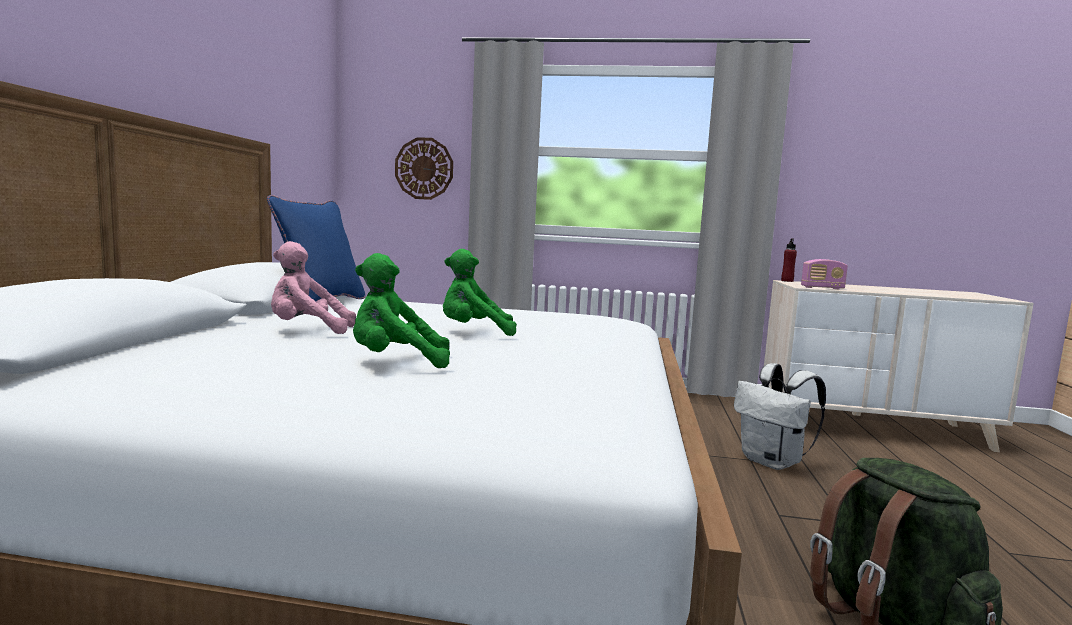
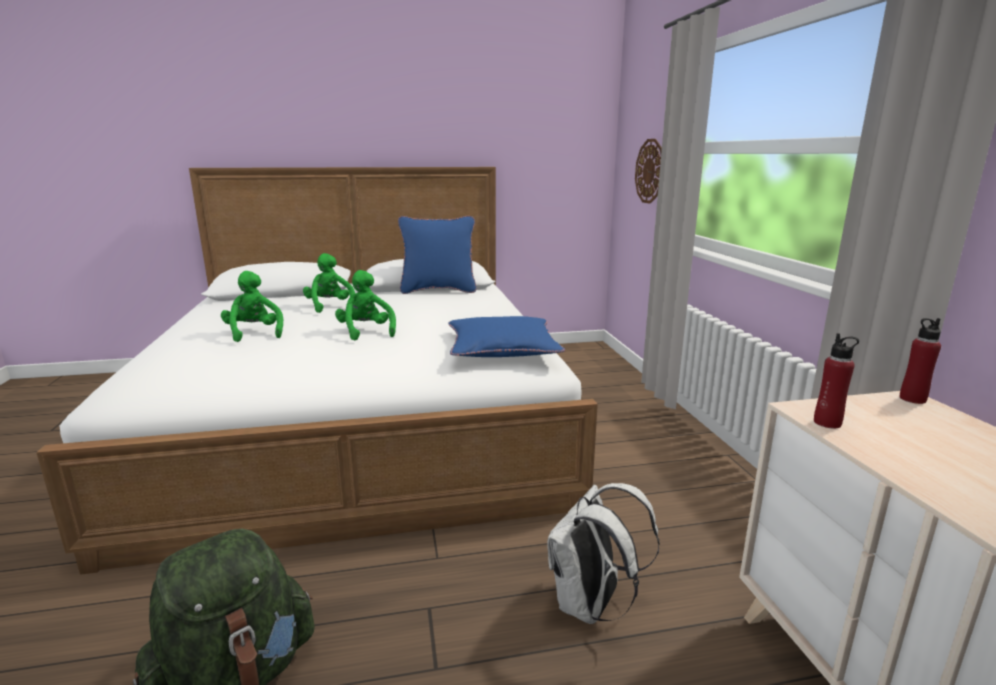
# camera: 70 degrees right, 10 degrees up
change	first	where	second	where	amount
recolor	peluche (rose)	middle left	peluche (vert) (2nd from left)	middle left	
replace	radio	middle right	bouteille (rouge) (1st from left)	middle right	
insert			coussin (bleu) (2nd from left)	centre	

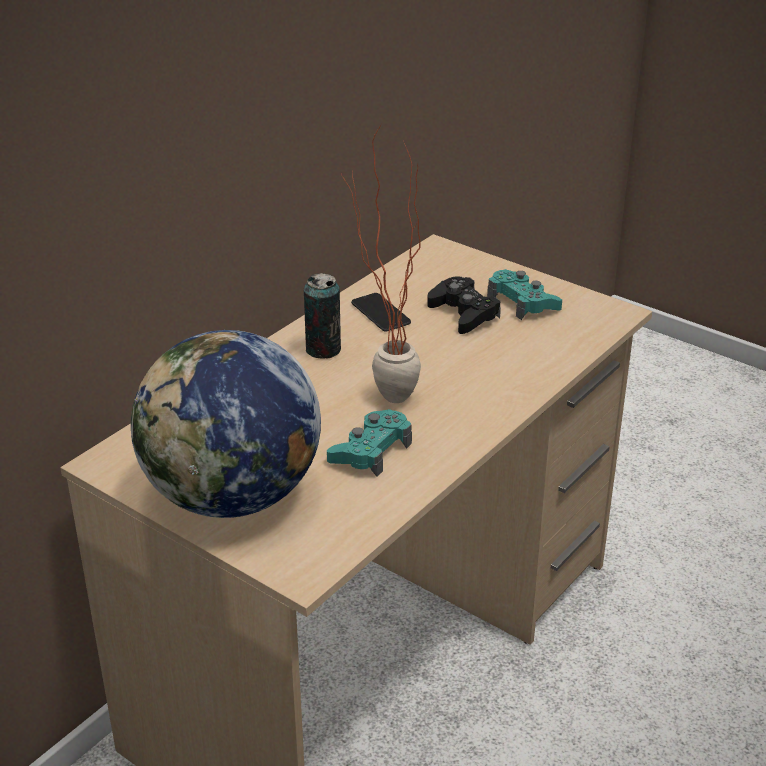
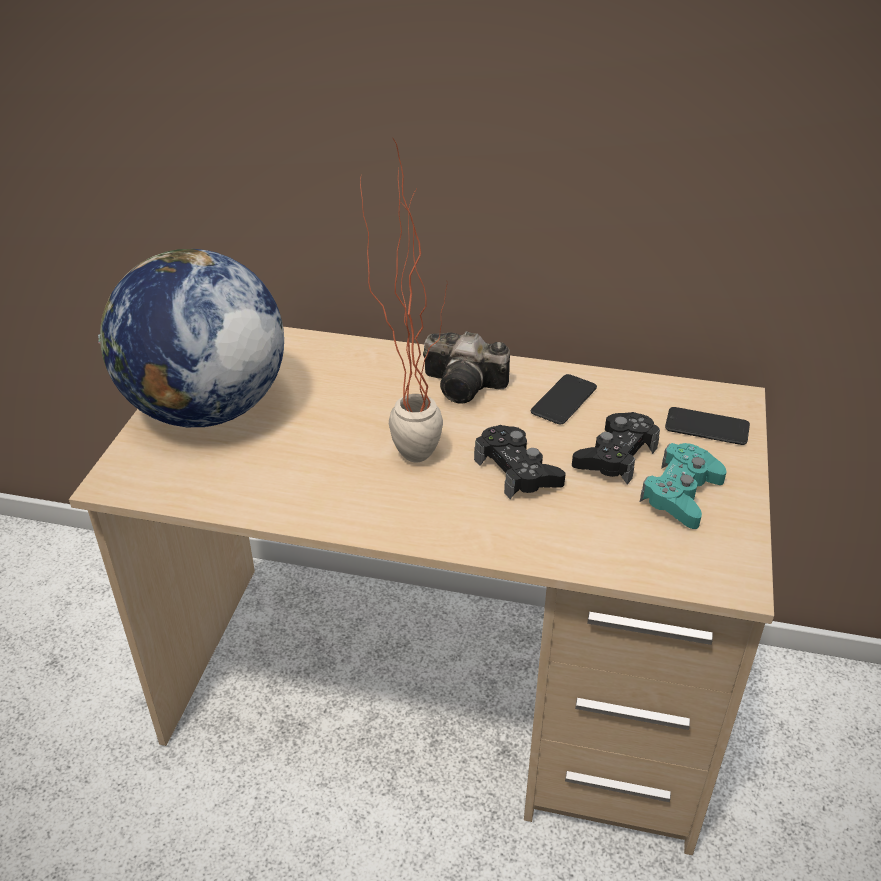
# camera: 65 degrees right, 5 degrees up
change	first	where	second	where	amount
replace	boîte métallique	centre	appareil photo	centre	
delete	manette (turquoise) (1st from left)	centre			
insert			téléphone (2nd from left)	middle right	
insert			manette (noir) (1st from left)	centre	

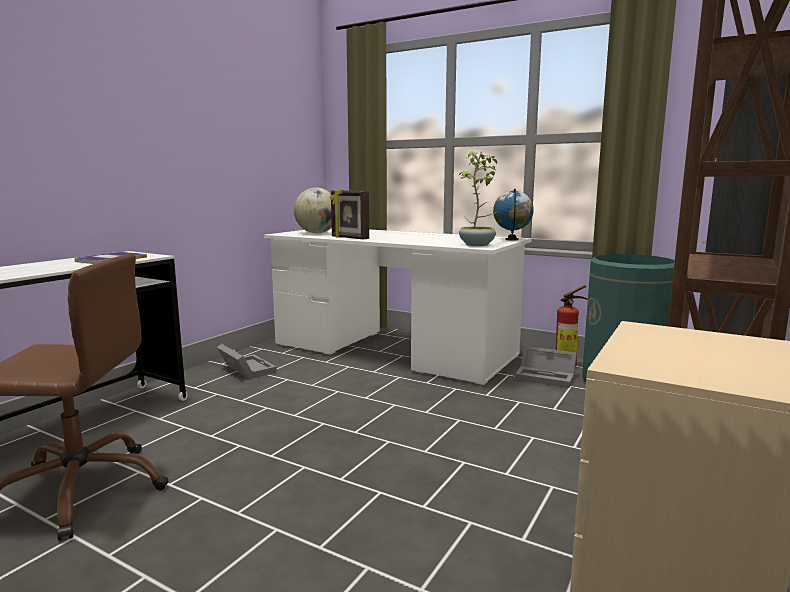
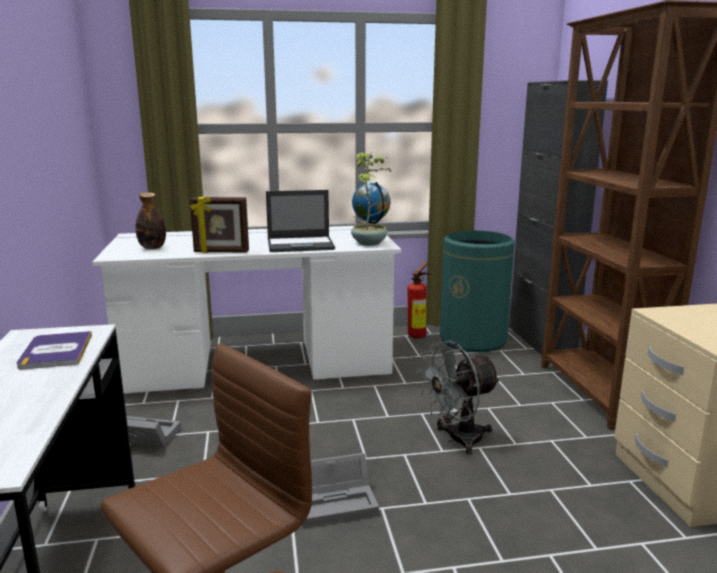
# camera: 40 degrees left, 5 degrees up
change	first	where	second	where	amount
replace	globe (1st from left)	centre	bouteille	middle left	
move	boîte de rangement (gris) (2nd from left)	middle right		bottom centre	
insert			ordinateur portable	centre	
insert			ventilateur (gris)	bottom centre	

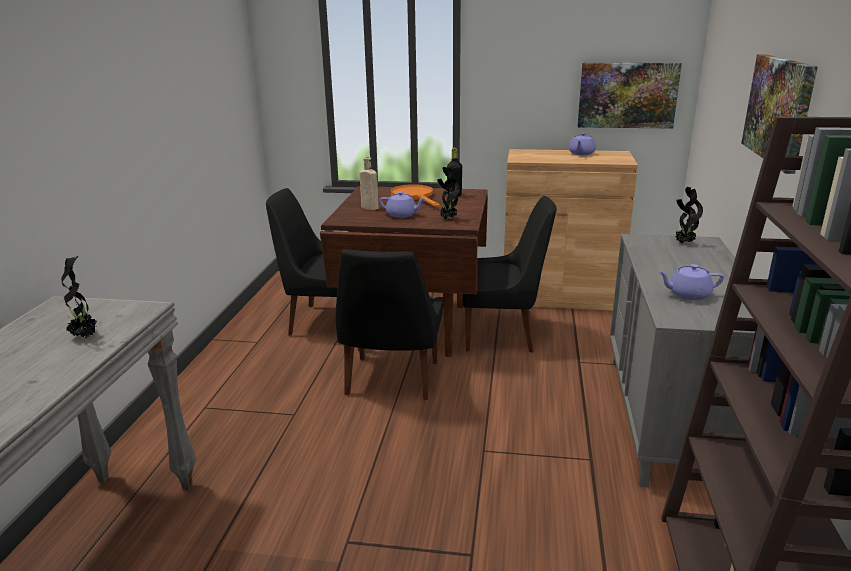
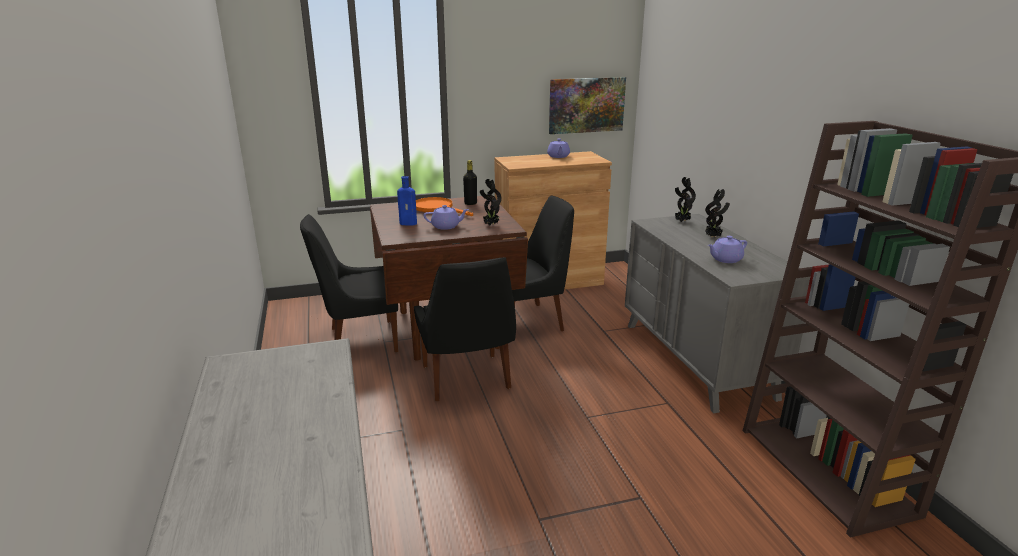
# camera: 25 degrees left, 0 degrees up
change	first	where	second	where	amount
delete	tableau (2nd from left)	top right			
recolor	bouteille (beige)	top centre	bouteille (bleu)	centre	
move	plante en pot (1st from left in the first image)	middle left	plante en pot (3rd from left)	middle right	

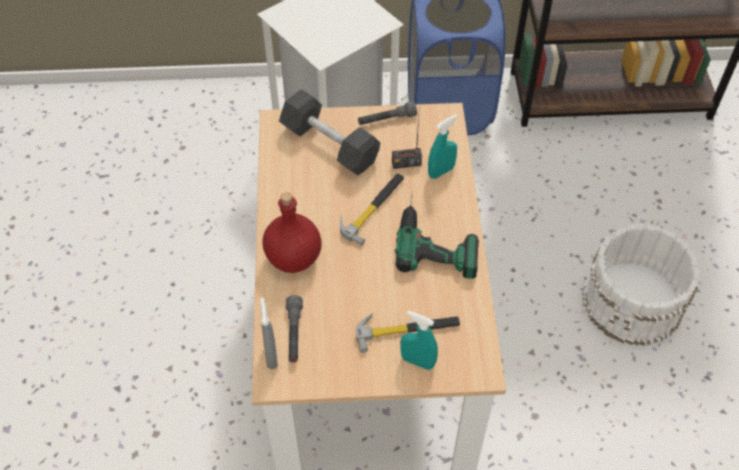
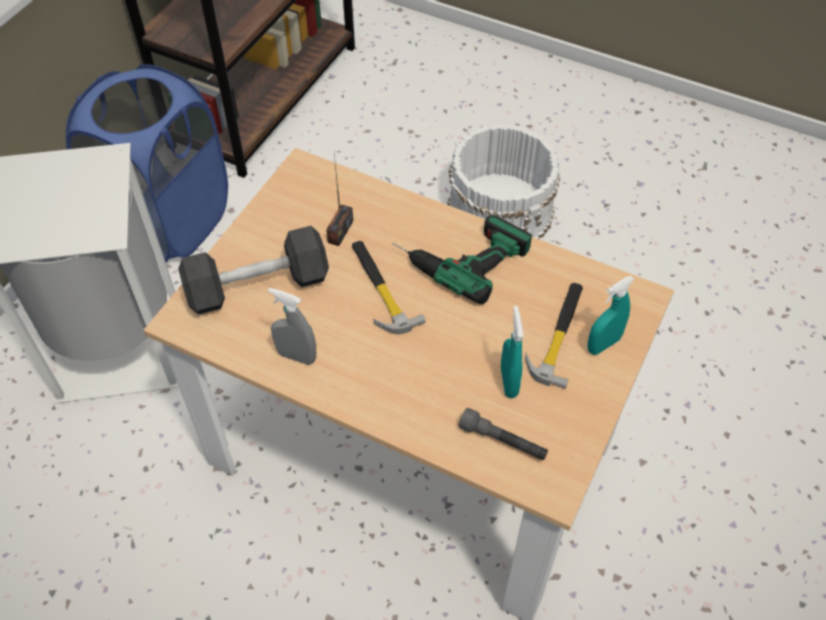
# camera: 60 degrees left, 0 degrees up
change	first	where	second	where	amount
delete	lampe de poche (gris) (2nd from left)	top centre			
move	vaporisateur (turquoise) (2nd from left in the first image)	top centre	vaporisateur (turquoise) (1st from left)	centre	
delete	bouteille (rouge)	centre			
move	vaporisateur (gris)	bottom centre		centre	

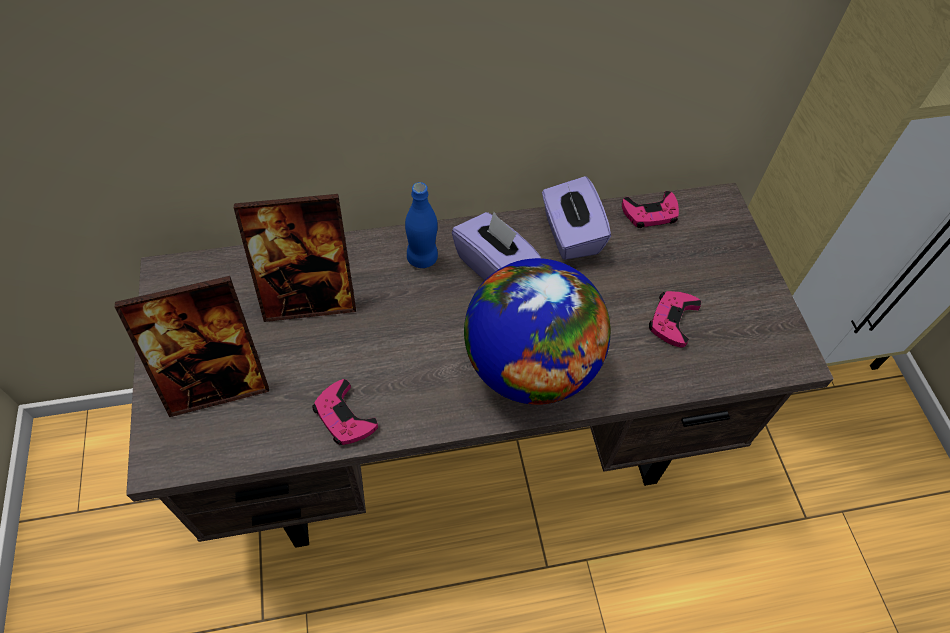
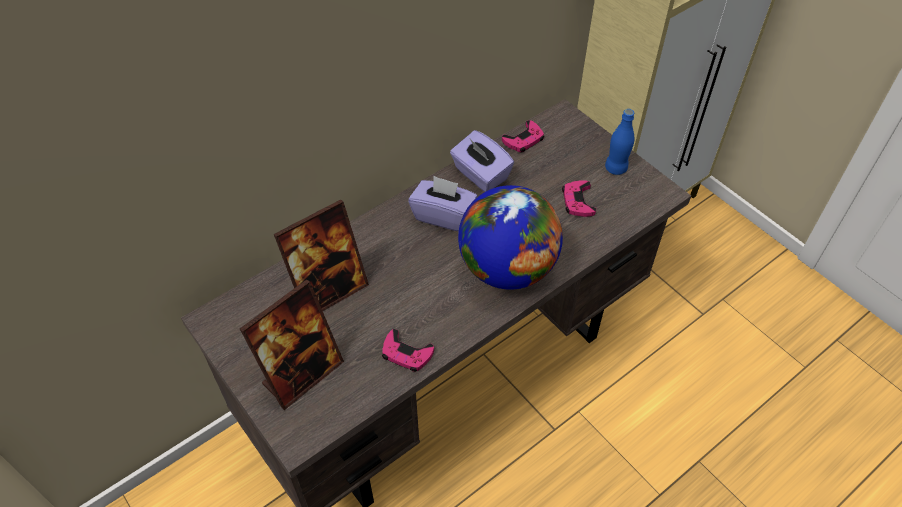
# camera: 25 degrees left, 5 degrees down
change	first	where	second	where	amount
move	bouteille (bleu)	centre		top right	

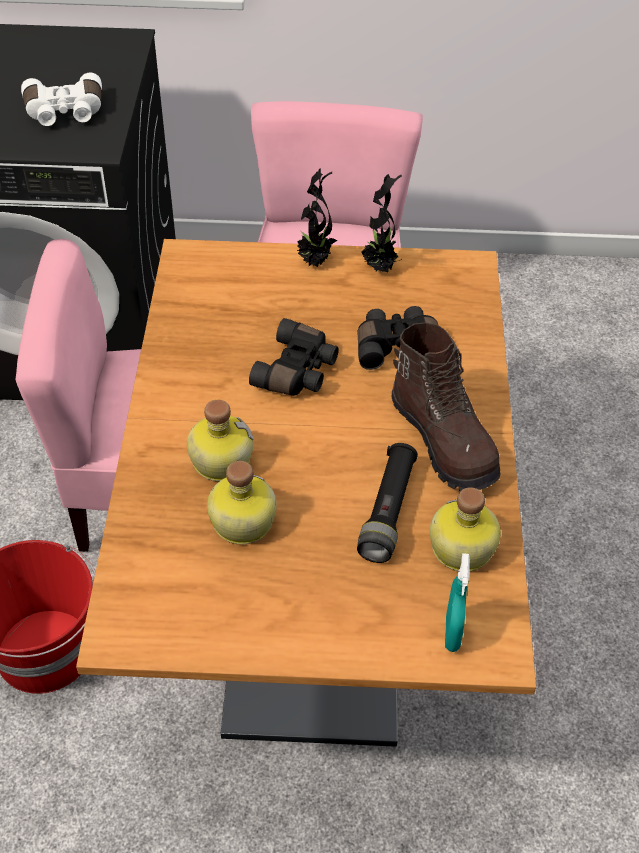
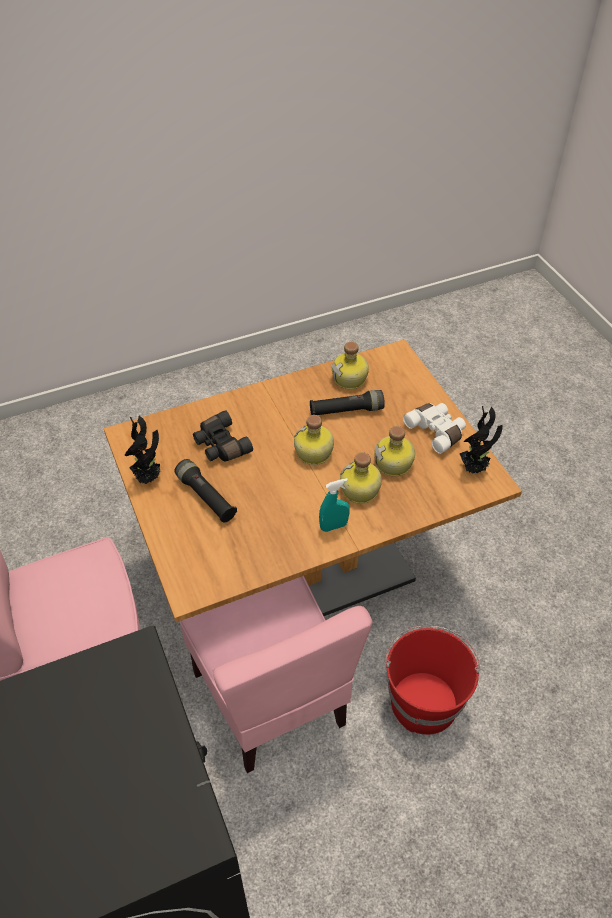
# camera: 115 degrees left, 0 degrees up
change	first	where	second	where	amount
move	jumelles (blanc)	top left		middle right	
move	plante en pot (1st from left in the first image)	top centre	plante en pot (2nd from left)	middle right	
delete	jumelles (noir) (1st from left)	centre			
delete	botte (marron)	middle right			
move	vaporisateur (turquoise)	bottom right		centre	
insert			bouteille (1st from left)	centre	
insert			lampe de poche (noir) (1st from left)	centre	

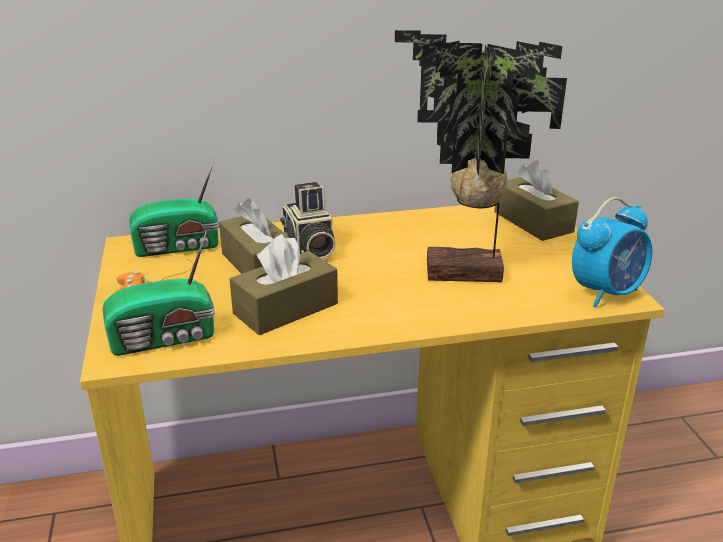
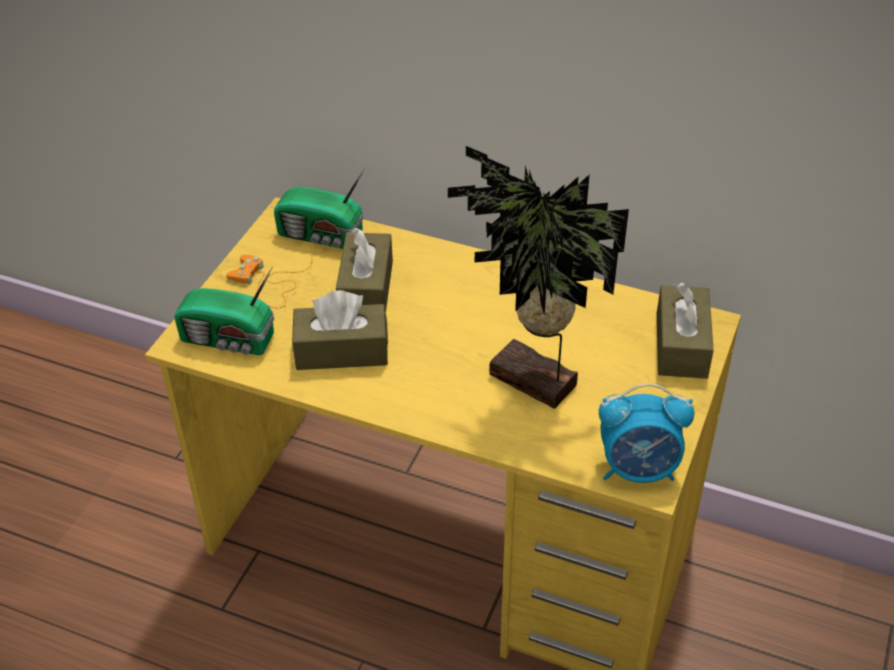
# camera: 35 degrees right, 15 degrees up
change	first	where	second	where	amount
delete	appareil photo	centre			

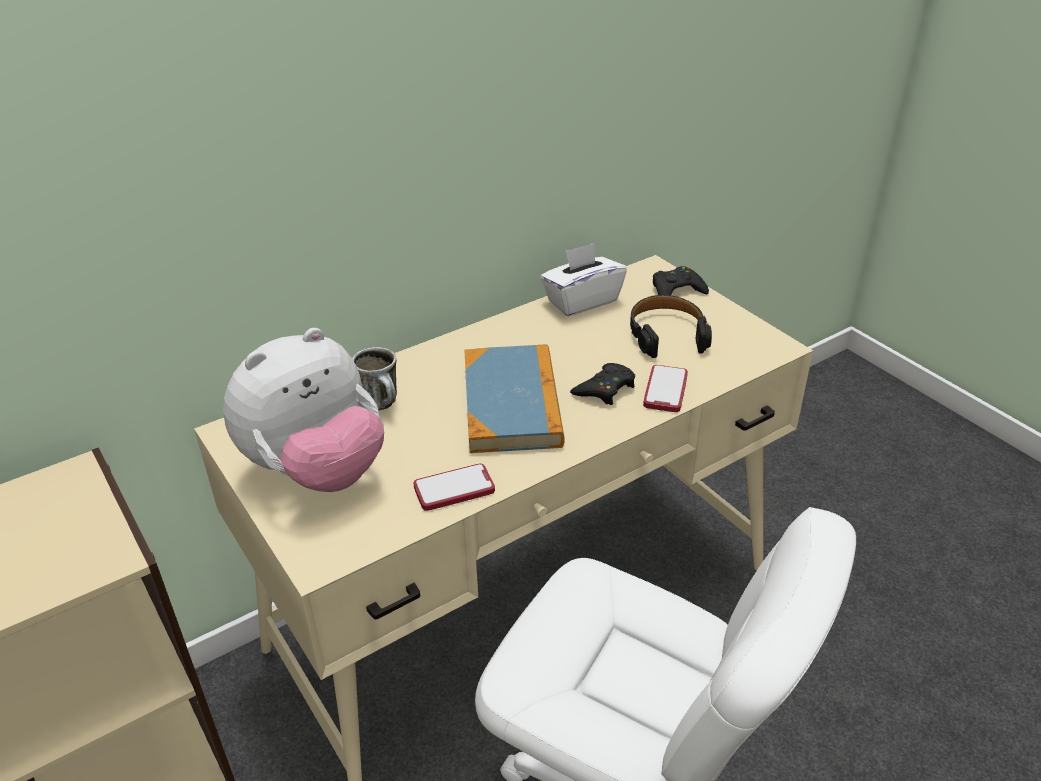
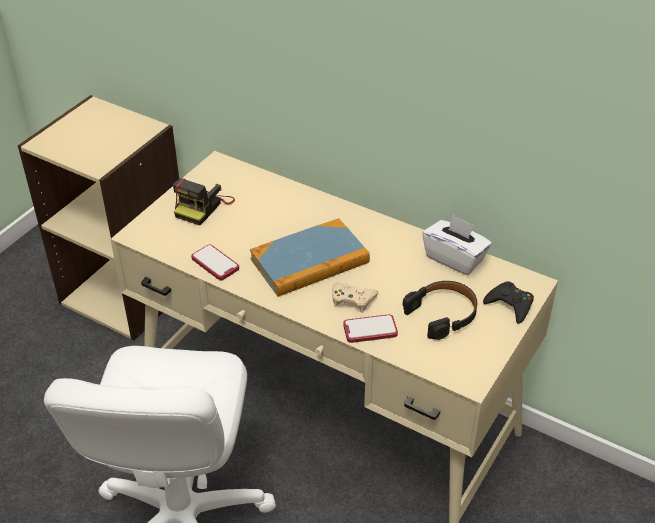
# camera: 65 degrees right, 5 degrees up
change	first	where	second	where	amount
replace	peluche	middle left	appareil photo	middle left	
delete	mug	centre			
recolor	manette (noir) (1st from left)	centre	manette (beige)	centre	

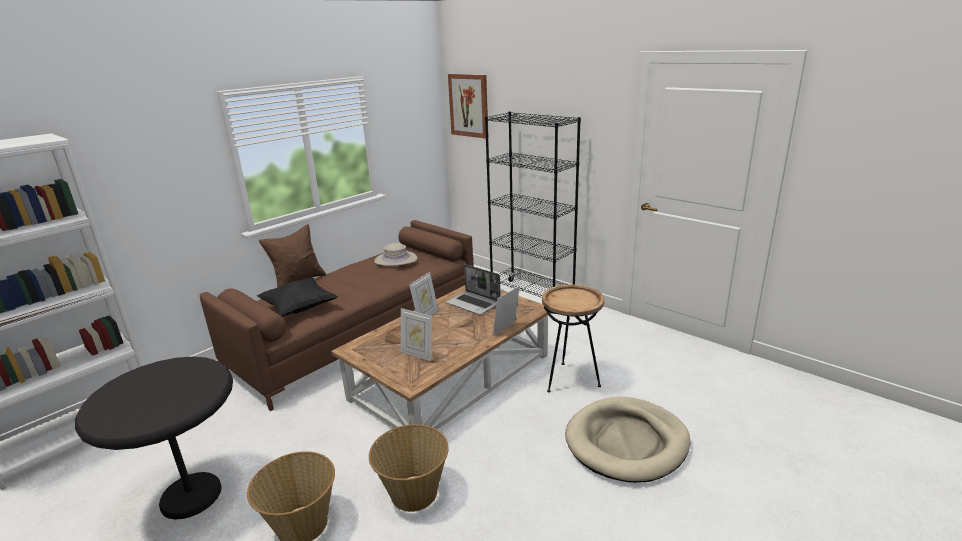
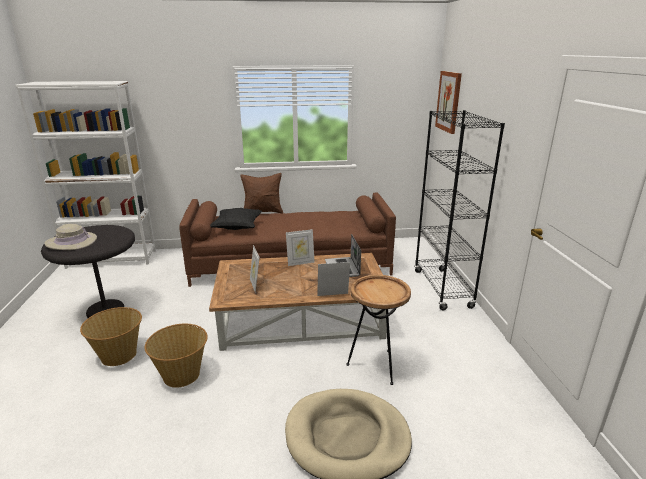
# camera: 40 degrees right, 0 degrees up
change	first	where	second	where	amount
move	chapeau (beige)	centre		middle left	

